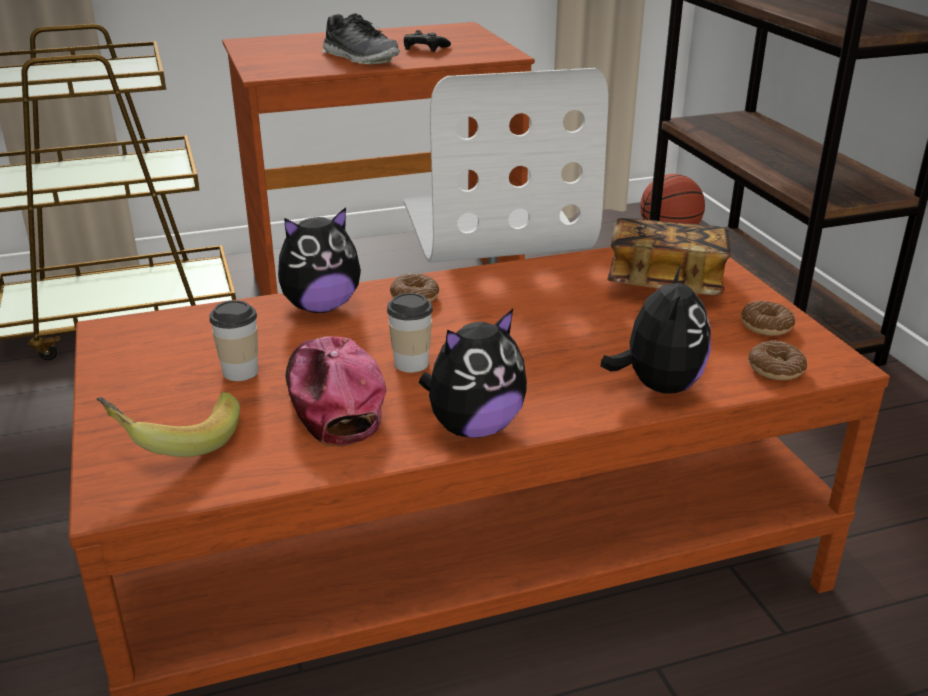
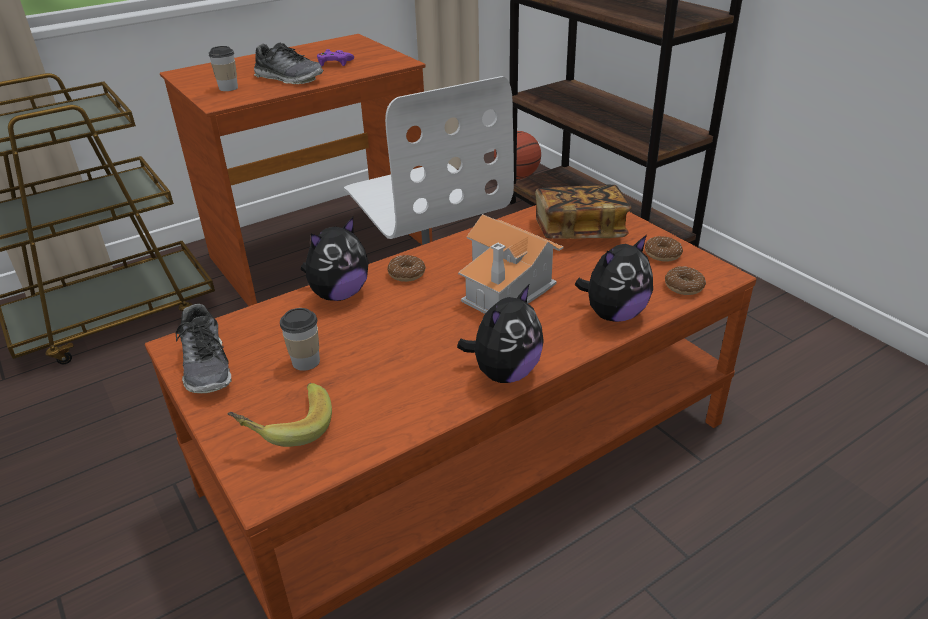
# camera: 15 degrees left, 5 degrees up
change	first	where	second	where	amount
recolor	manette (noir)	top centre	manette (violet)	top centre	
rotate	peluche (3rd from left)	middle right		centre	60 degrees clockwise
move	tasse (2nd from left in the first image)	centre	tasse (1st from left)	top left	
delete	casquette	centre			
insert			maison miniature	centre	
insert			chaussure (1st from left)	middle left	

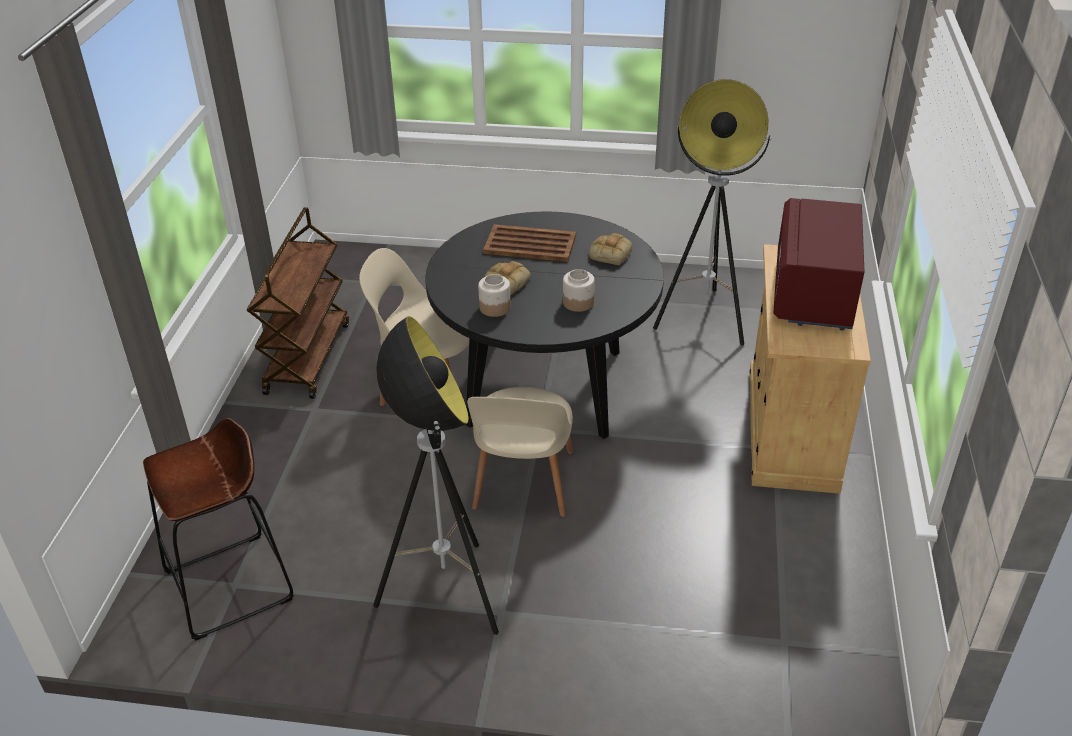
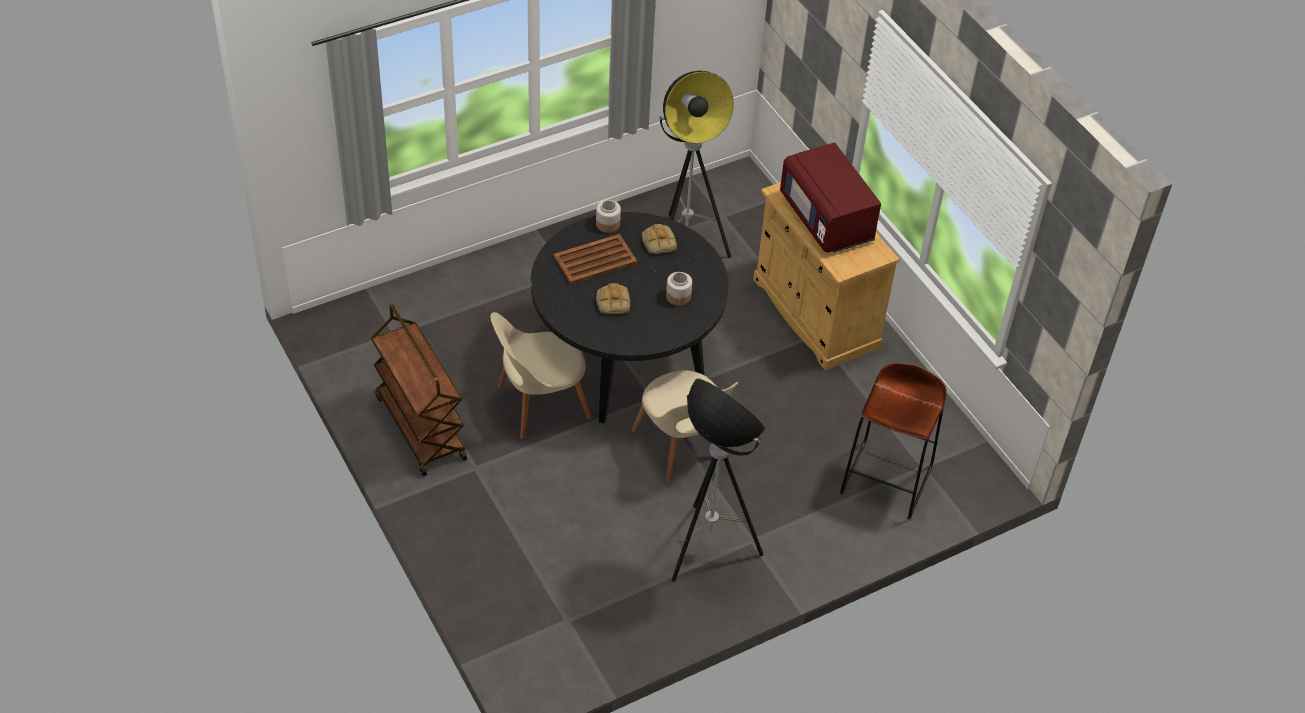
# camera: 40 degrees left, 10 degrees up
change	first	where	second	where	amount
move	bocal (1st from left)	centre		top centre	
move	tabouret (marron)	bottom left		middle right	

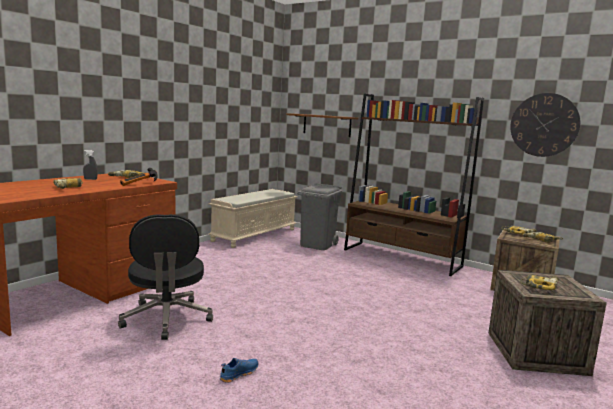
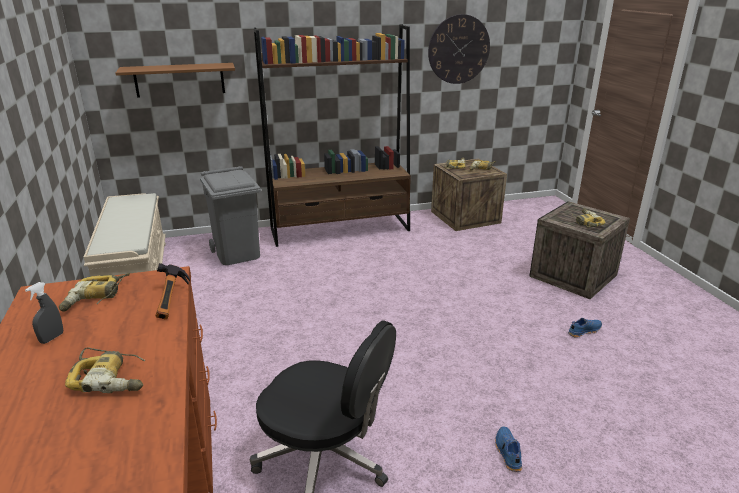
# camera: 50 degrees left, 15 degrees up
change	first	where	second	where	amount
insert			chaussure (bleu) (2nd from left)	middle right	

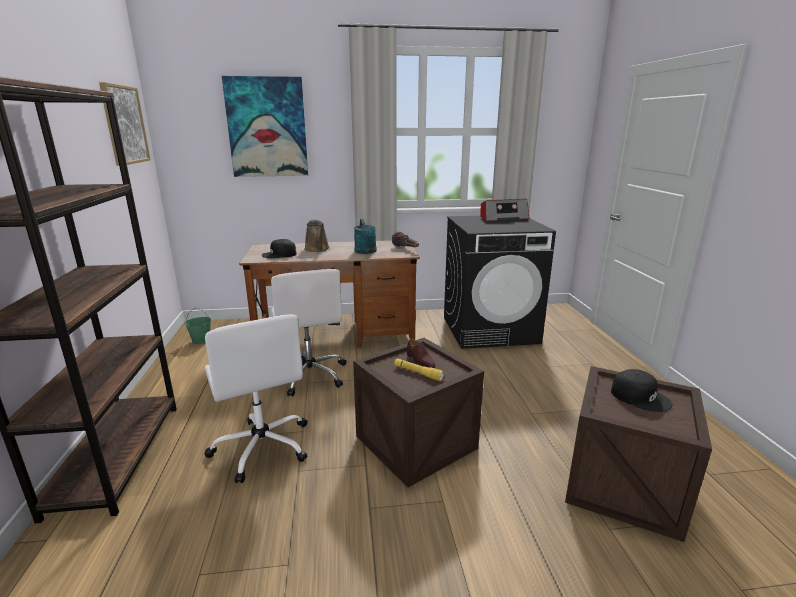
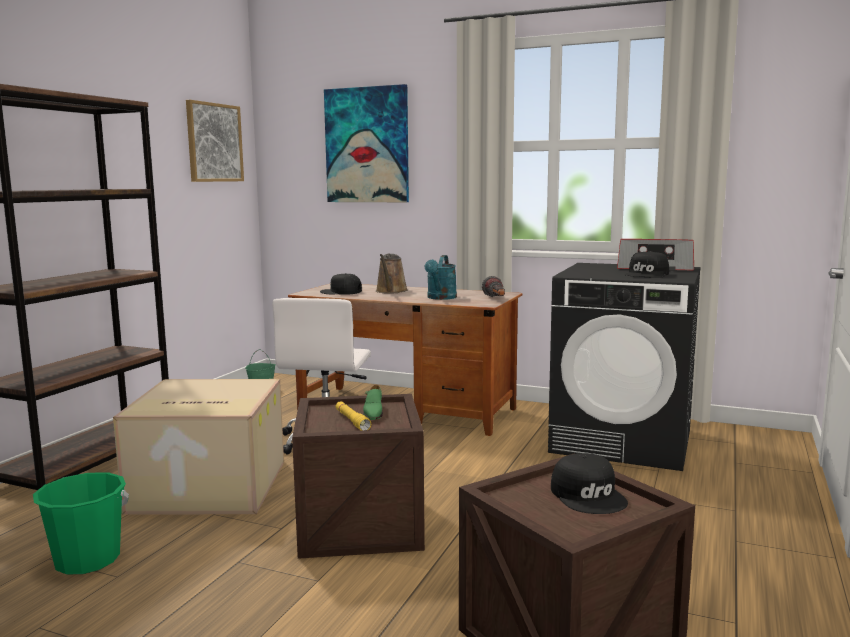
# camera: 30 degrees right, 10 degrees down
change	first	where	second	where	amount
replace	chaise de bureau (blanc) (1st from left)	bottom left	carton	bottom left	
recolor	chaussure (marron)	centre	chaussure (vert)	centre	
insert			casquette (noir) (3rd from left)	middle right	
insert			seau (vert) (1st from left)	bottom left	

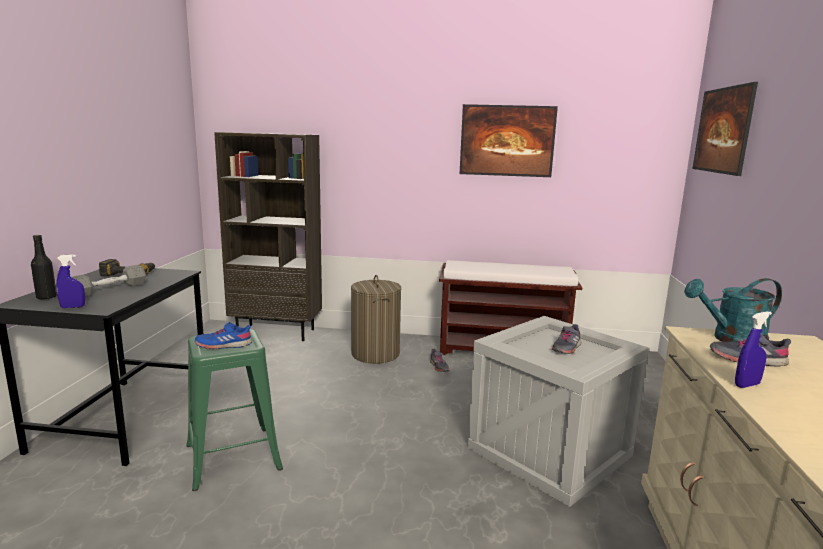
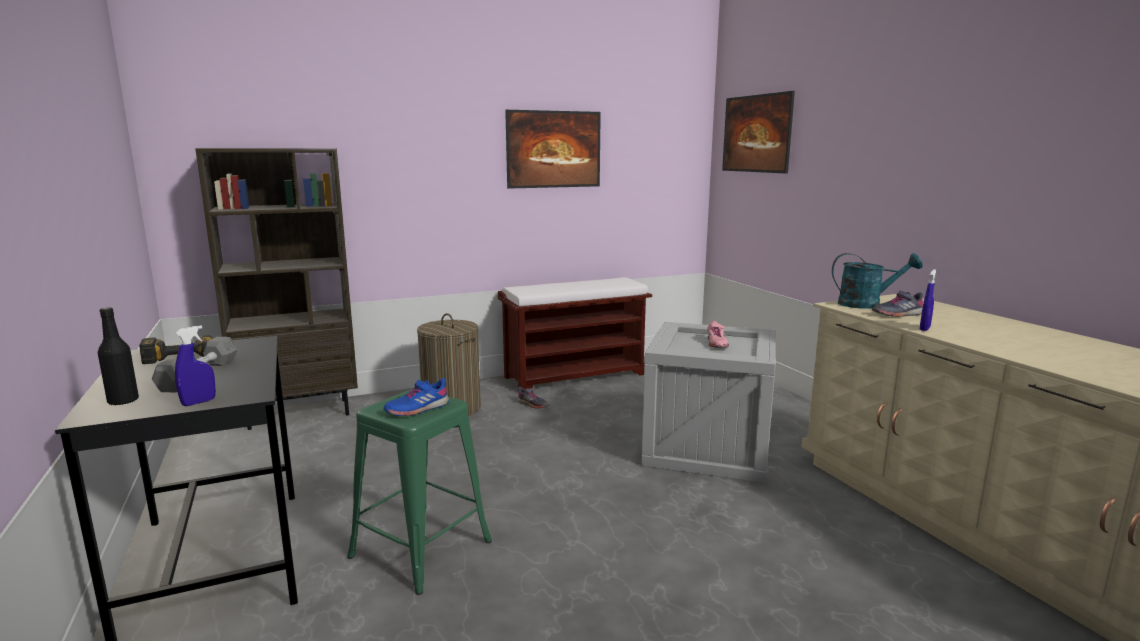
# camera: 30 degrees left, 0 degrees up
change	first	where	second	where	amount
rotate	arrosoir (turquoise)	middle right		middle right	135 degrees counterclockwise
recolor	chaussure (gris) (2nd from left)	middle right	chaussure (rose)	centre	

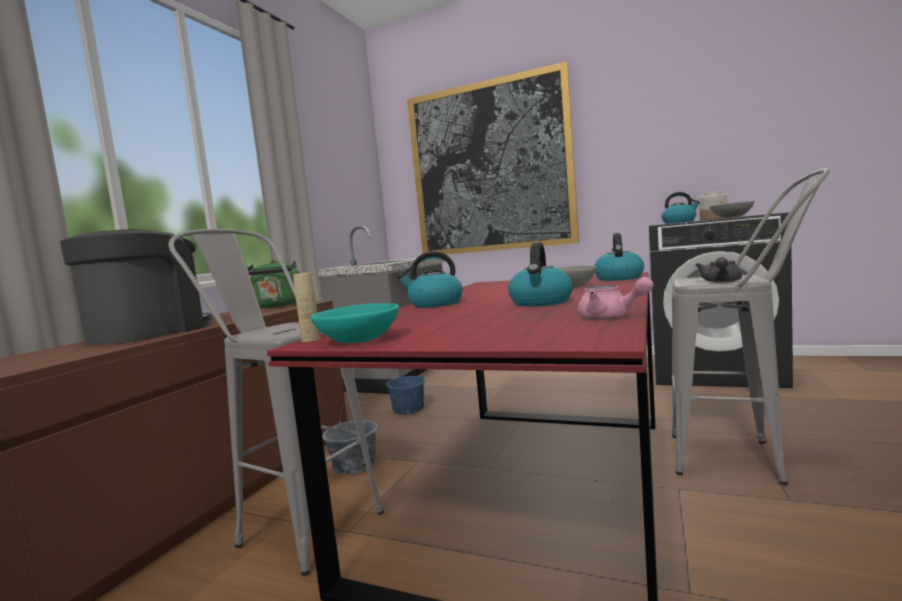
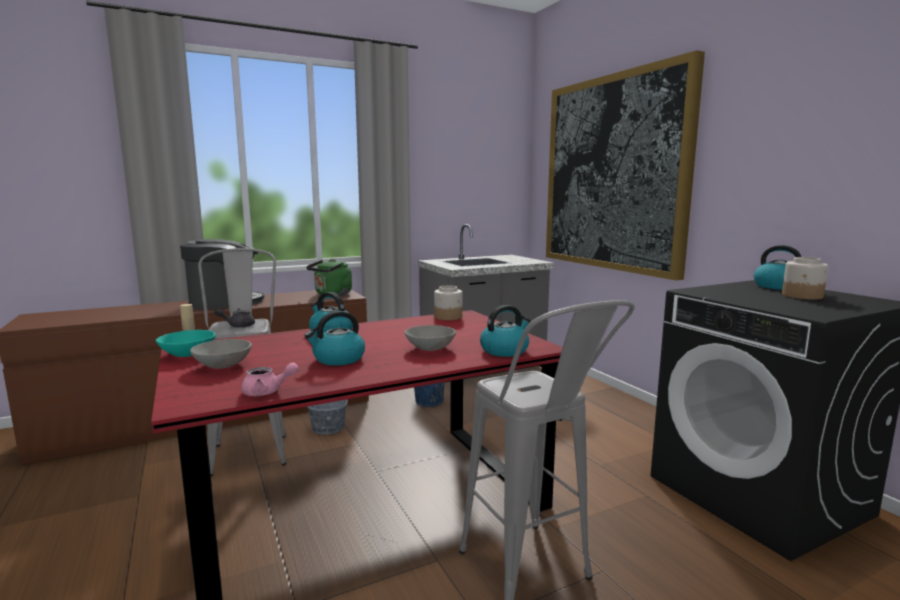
# camera: 40 degrees right, 5 degrees up
change	first	where	second	where	amount
move	bol (gris) (2nd from left in the first image)	middle right	bol (gris) (1st from left)	middle left	
move	théière (gris)	middle right		middle left	
rotate	théière (rose)	middle right		middle left	90 degrees counterclockwise
insert			bocal (1st from left)	centre	

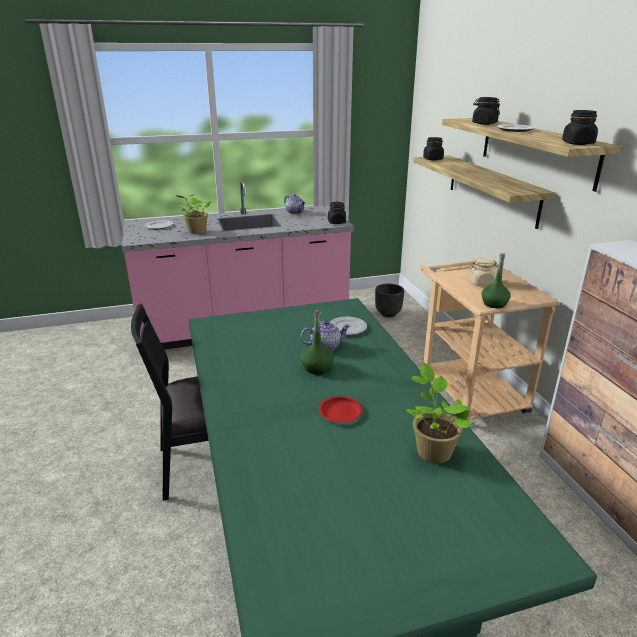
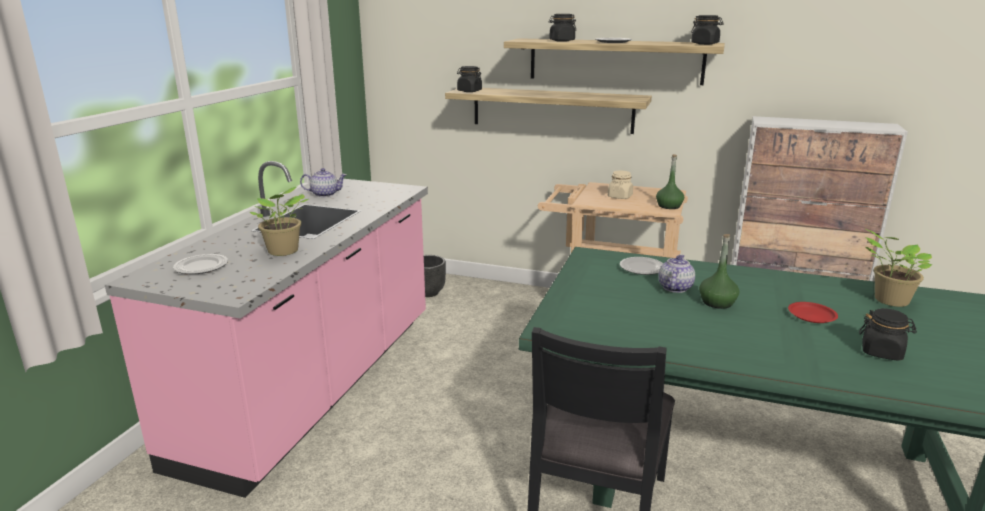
# camera: 55 degrees left, 5 degrees down
change	first	where	second	where	amount
move	bocal (noir) (1st from left in the first image)	centre	bocal (noir) (4th from left)	middle right	

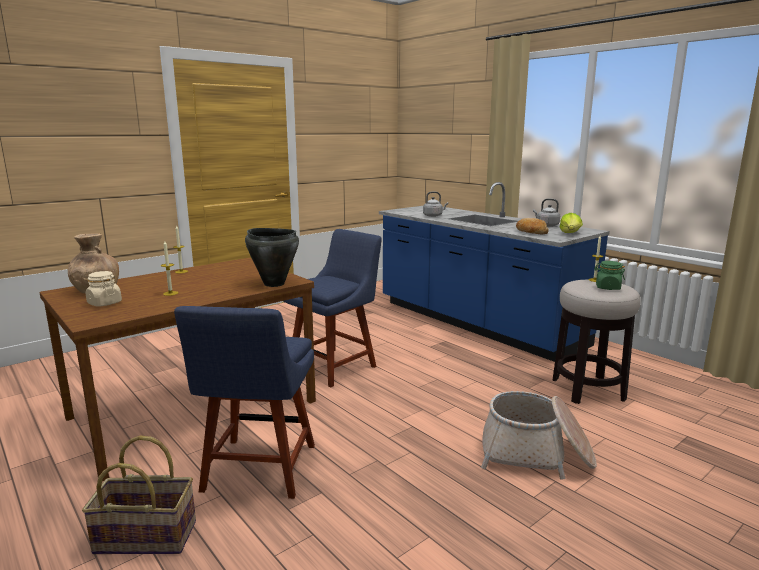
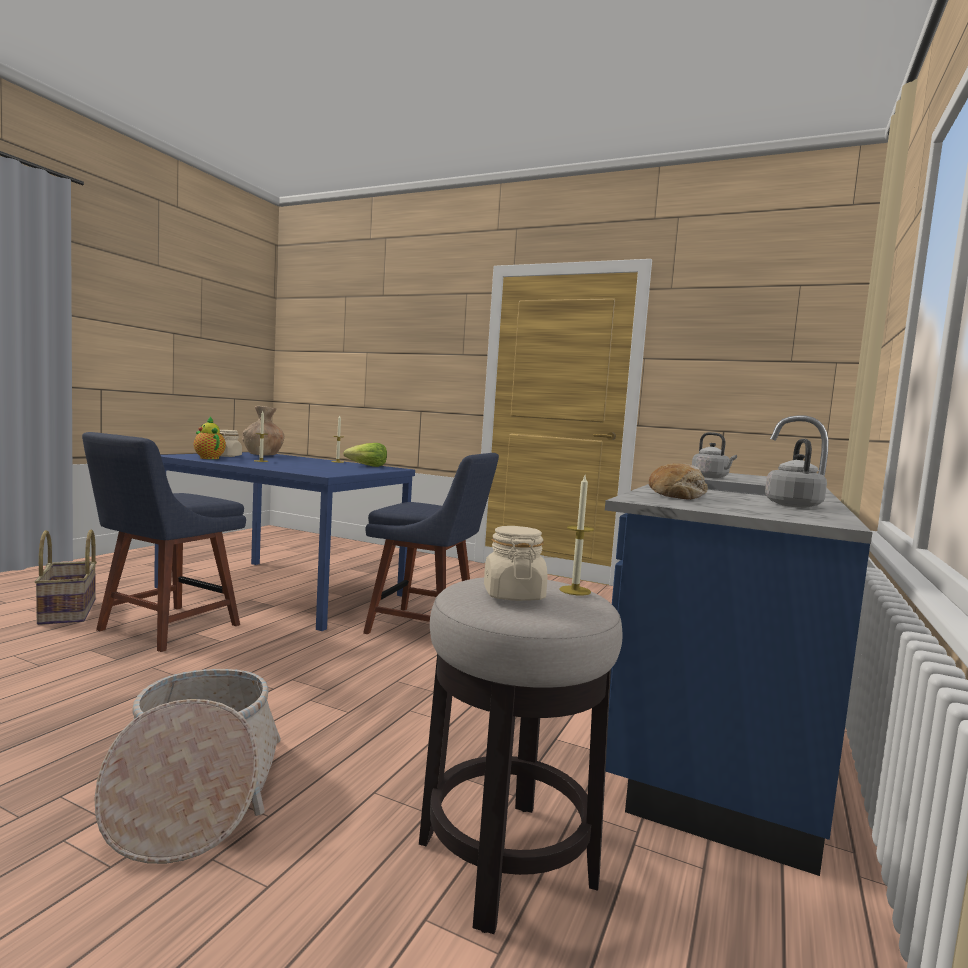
# camera: 65 degrees right, 10 degrees down
change	first	where	second	where	amount
move	laitue	middle right		centre	
delete	marmite (noir)	centre			
recolor	table à manger (marron)	middle left	table à manger (bleu)	middle left	
recolor	bocal (vert)	middle right	bocal (beige) (2nd from left)	centre	
rotate	chaise (bleu) (1st from left)	bottom left		middle left	45 degrees counterclockwise
insert			théière	middle left	

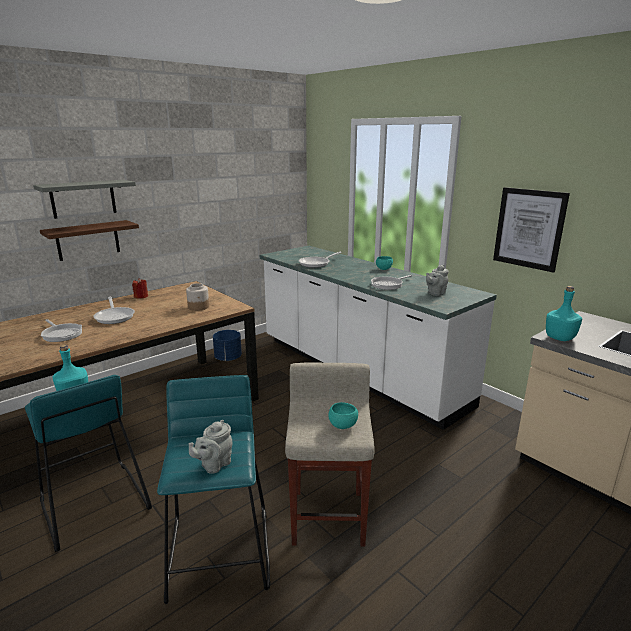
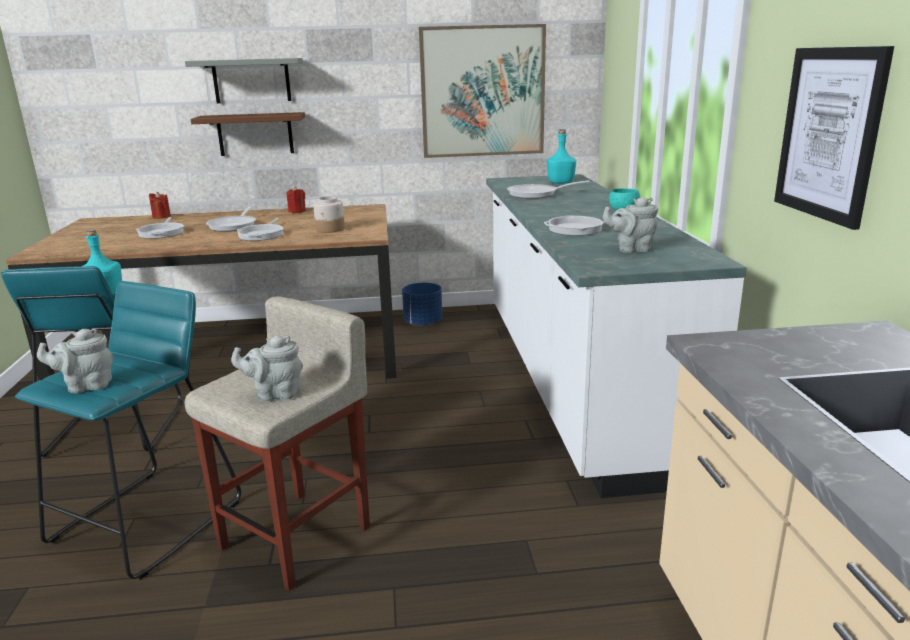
# camera: 35 degrees right, 0 degrees up
change	first	where	second	where	amount
move	bouteille (turquoise) (2nd from left)	middle right		top centre	
replace	bol (turquoise) (1st from left)	centre	théière (gris) (2nd from left)	middle left	
insert			tableau (1st from left)	top centre	
insert			bougie (rouge) (1st from left)	top left	
insert			poêle (3rd from left)	middle left	

